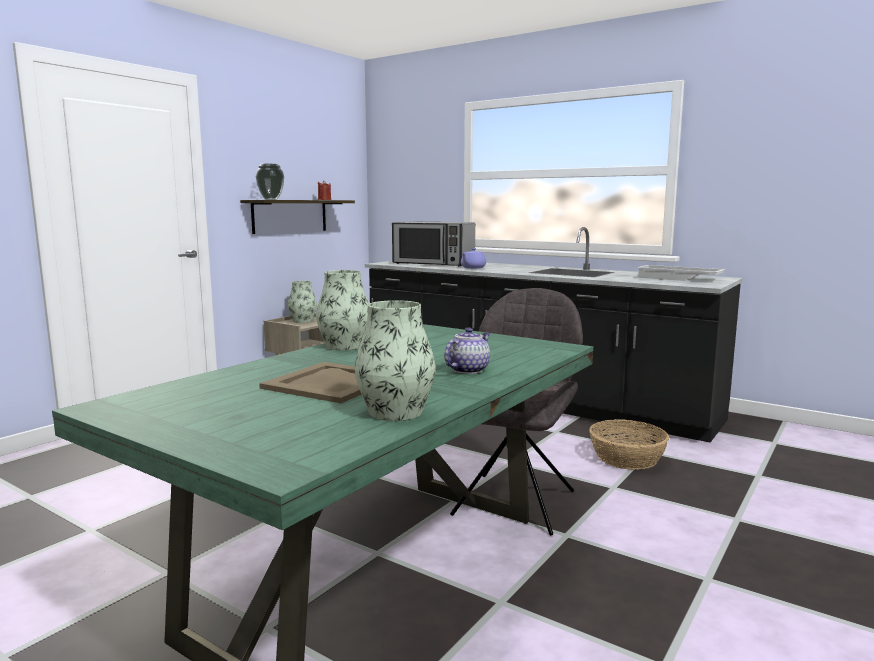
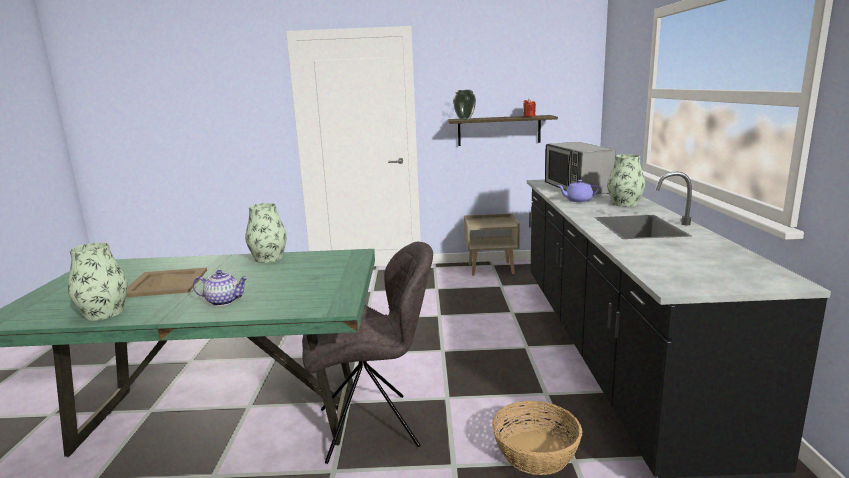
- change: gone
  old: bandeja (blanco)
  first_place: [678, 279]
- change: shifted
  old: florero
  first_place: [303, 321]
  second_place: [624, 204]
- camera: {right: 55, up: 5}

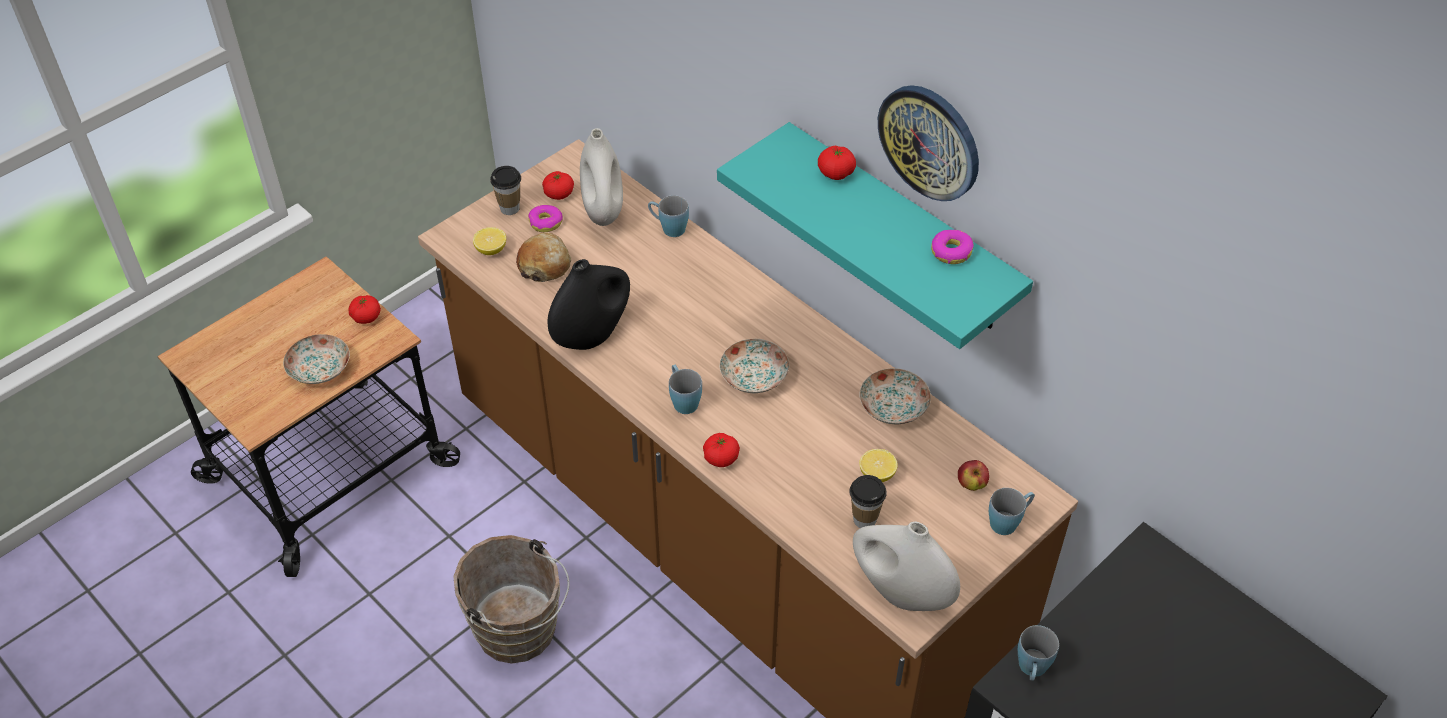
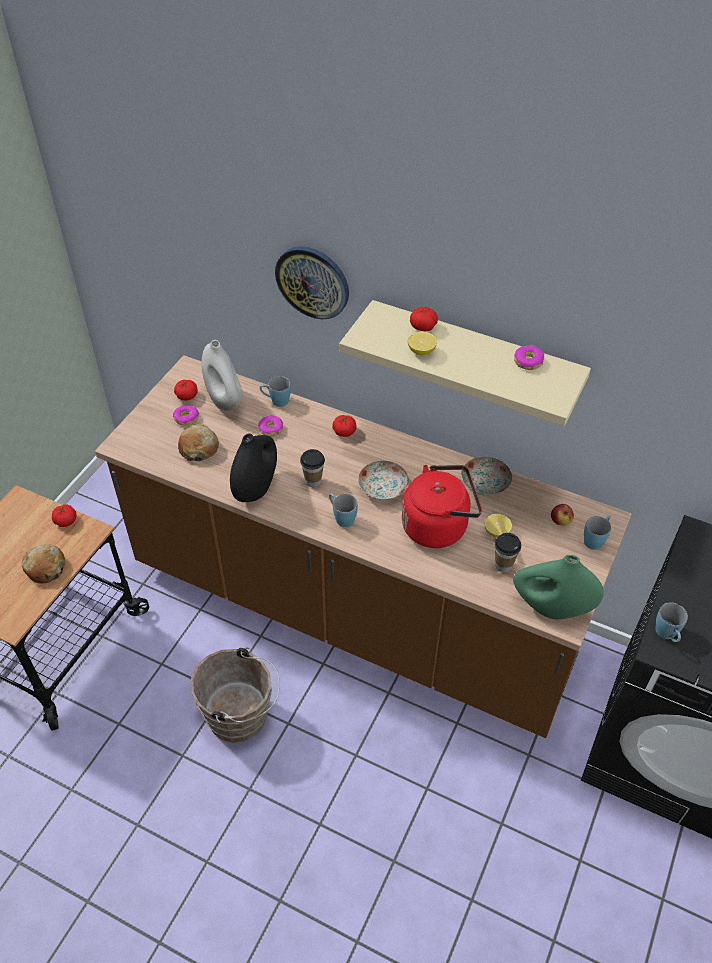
- change: new
  new: rosquilla
  second_place: [271, 429]
- change: new
  new: hervidor (rojo)
  second_place: [438, 526]
- change: shifted
  old: limón
  first_place: [491, 250]
  second_place: [421, 351]
- change: shifted
  old: taza
  first_place: [510, 208]
  second_place: [313, 481]
- change: shifted
  old: tomate
  first_place: [721, 458]
  second_place: [344, 432]
- change: shifted
  old: reloj de pared
  first_place: [930, 142]
  second_place: [313, 282]
- change: swapped
  old: plato
  new: pan
  first_place: [320, 368]
  second_place: [45, 568]
- change: repainted
  old: estante (turquesa)
  new: estante (beis)
  first_place: [901, 230]
  second_place: [474, 358]
- change: repainted
  old: florero (blanco)
  new: florero (verde)
  first_place: [900, 593]
  second_place: [551, 608]
- camera: {right: -20, up: 0}

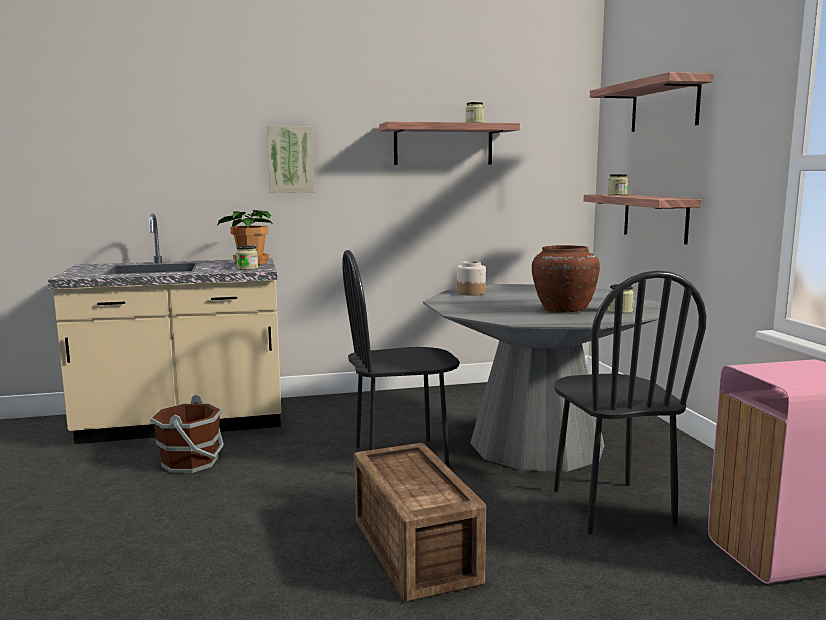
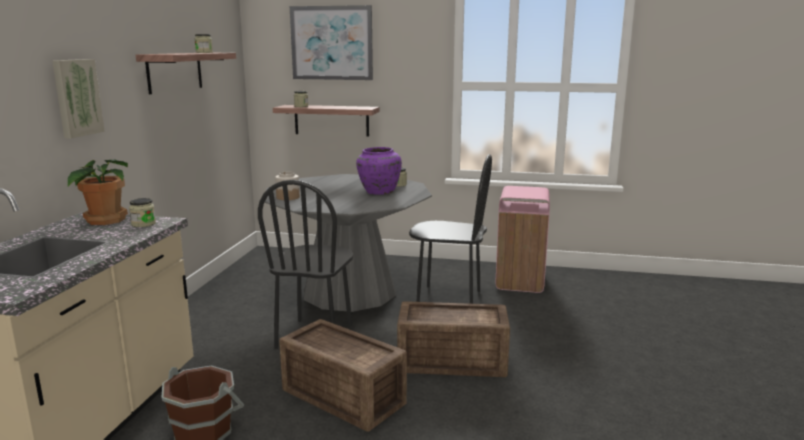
- change: new
  new: caja de embalaje
  second_place: [343, 395]
- change: swapped
  old: estante
  new: cuadro
  first_place: [664, 106]
  second_place: [331, 43]
- change: repainted
  old: florero (marrón)
  new: florero (morado)
  first_place: [563, 310]
  second_place: [378, 192]
- camera: {right: -65, up: 5}

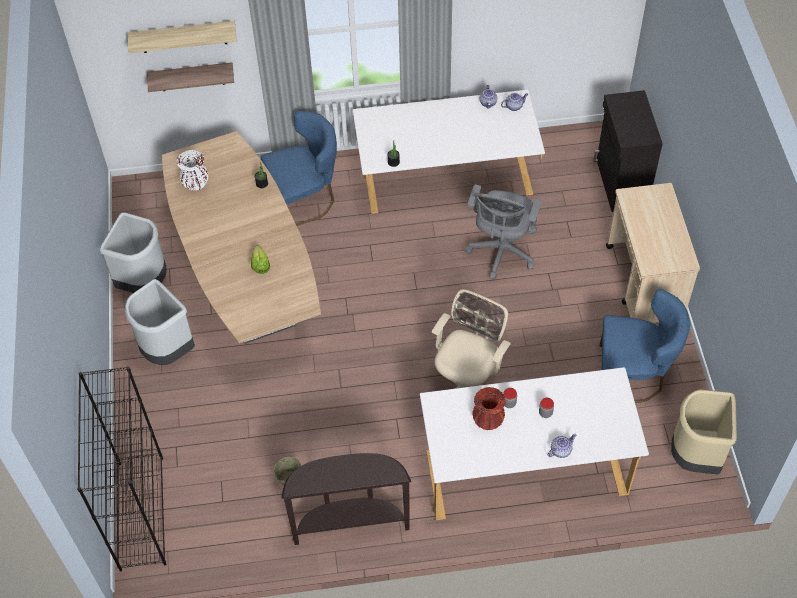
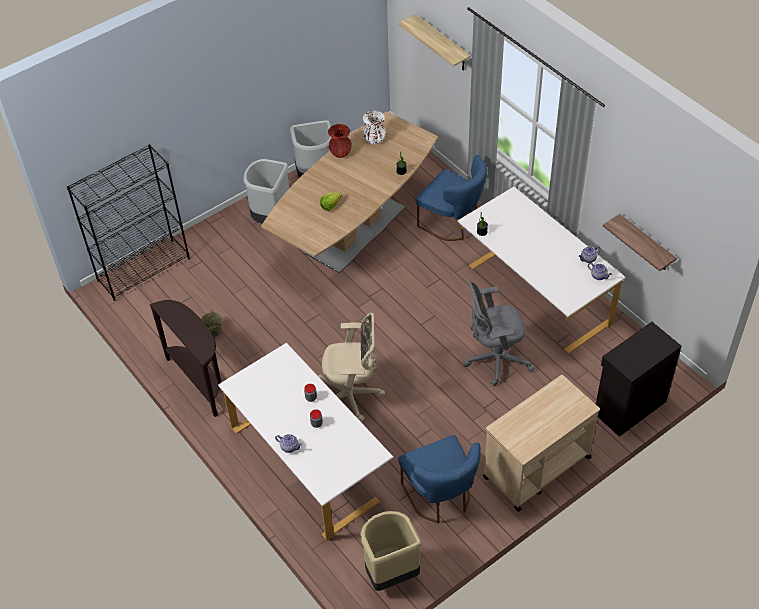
- change: shifted
  old: estante
  first_place: [192, 77]
  second_place: [645, 244]
- change: shifted
  old: florero (rojo)
  first_place: [488, 421]
  second_place: [340, 153]
- camera: {right: 60, up: -5}

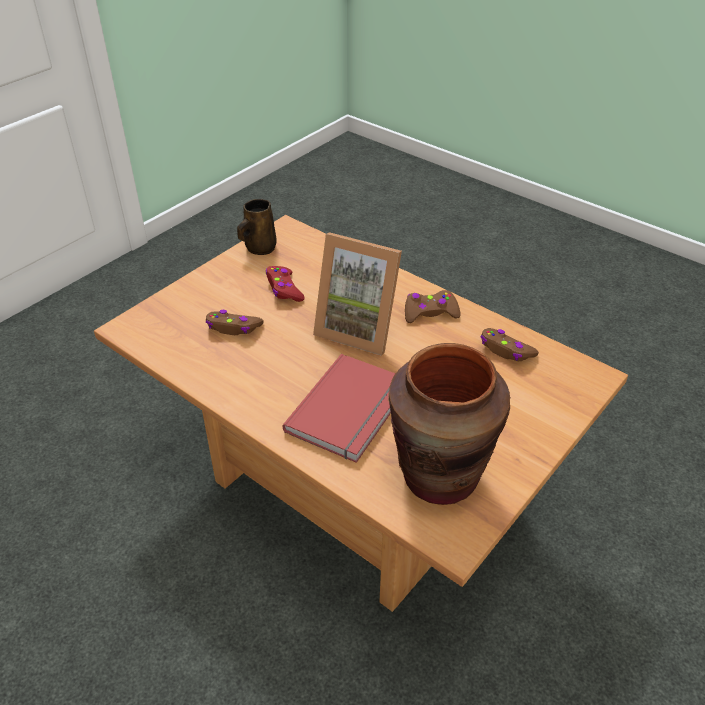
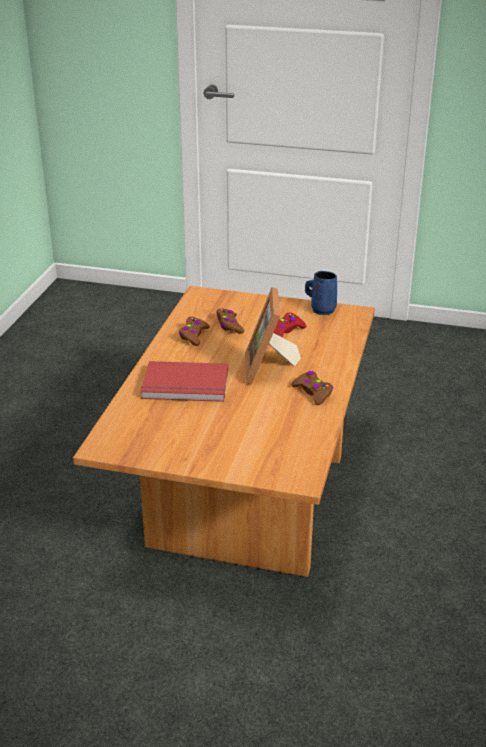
- change: gone
  old: florero (marrón)
  first_place: [439, 476]
- change: shifted
  old: mando de consola (marrón)
  first_place: [506, 350]
  second_place: [193, 335]
- change: repainted
  old: taza grande (marrón)
  new: taza grande (azul)
  first_place: [259, 248]
  second_place: [321, 309]
- camera: {right: 65, up: -10}

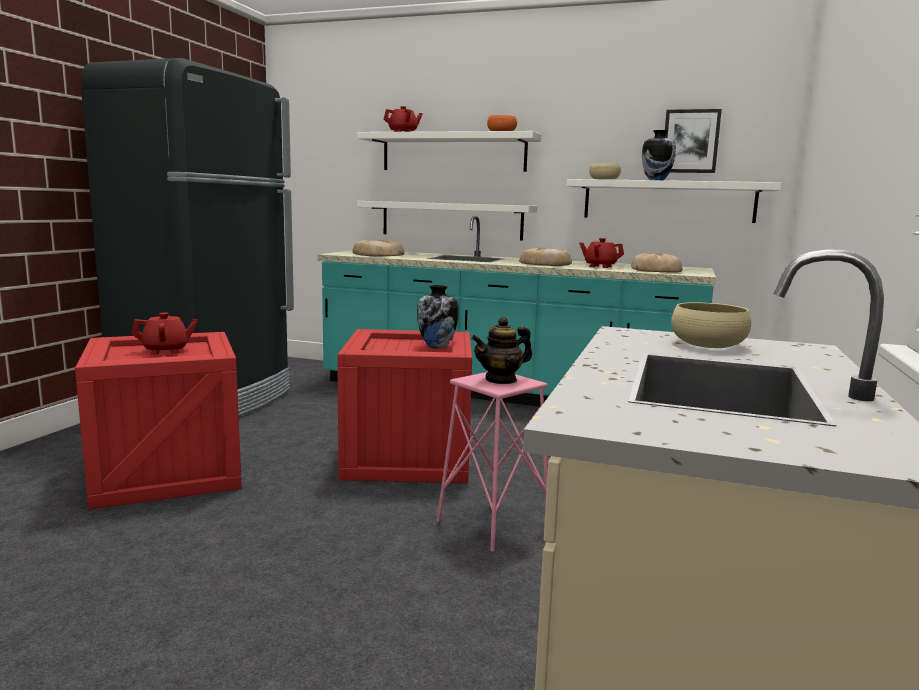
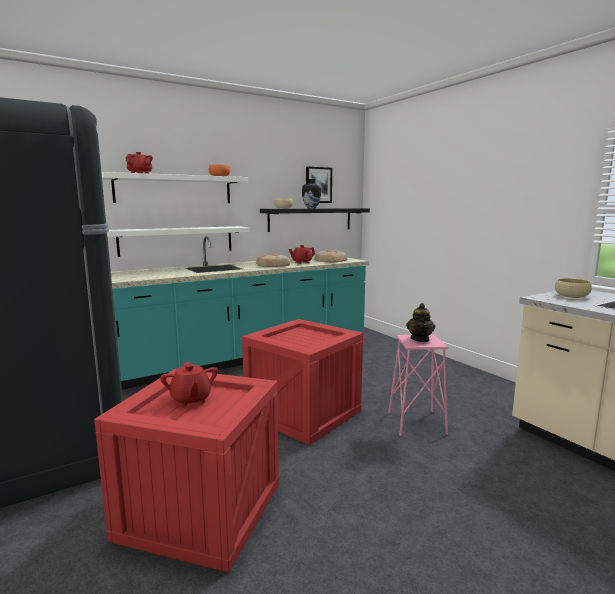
- change: gone
  old: pan
  first_place: [377, 254]
- change: gone
  old: florero
  first_place: [437, 346]
- change: repainted
  old: estante (blanco)
  new: estante (negro)
  first_place: [668, 201]
  second_place: [310, 219]
- change: rotated
  old: tetera (rojo)
  first_place: [166, 351]
  second_place: [191, 400]
  degrees: 135
- camera: {right: -50, up: 0}

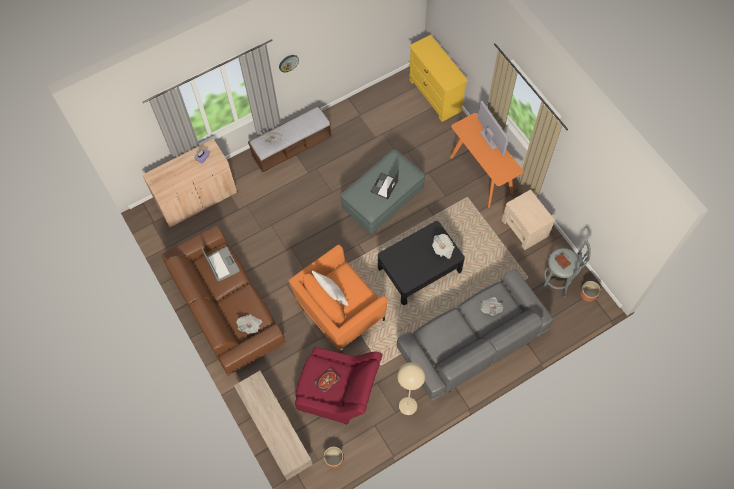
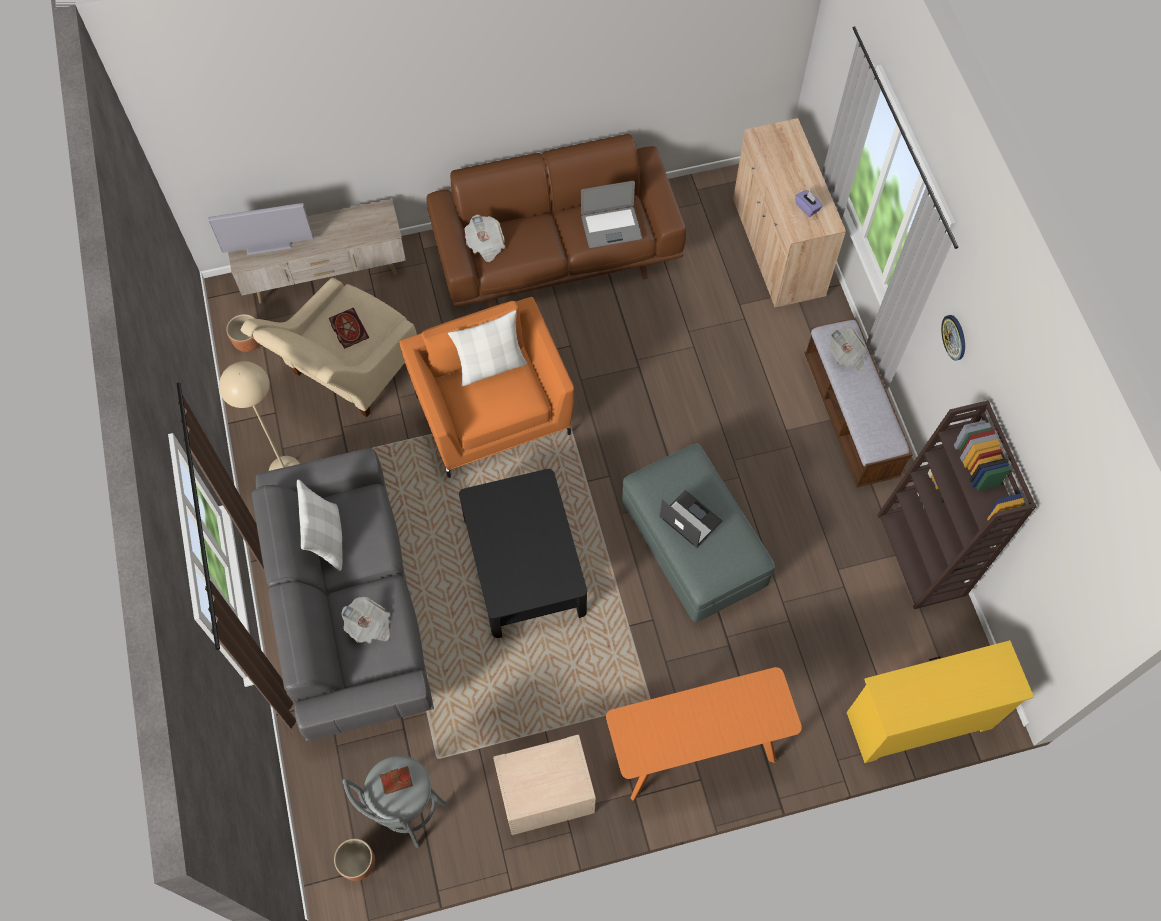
- change: gone
  old: periódico
  first_place: [443, 249]
- change: new
  new: cojín (blanco)
  second_place: [327, 538]
- change: new
  new: estantería (marrón)
  second_place: [922, 555]
- change: shifted
  old: televisor
  first_place: [489, 138]
  second_place: [268, 245]
- change: repainted
  old: sillón (rojo)
  new: sillón (beis)
  first_place: [339, 394]
  second_place: [347, 374]
- camera: {right: 105, up: 0}

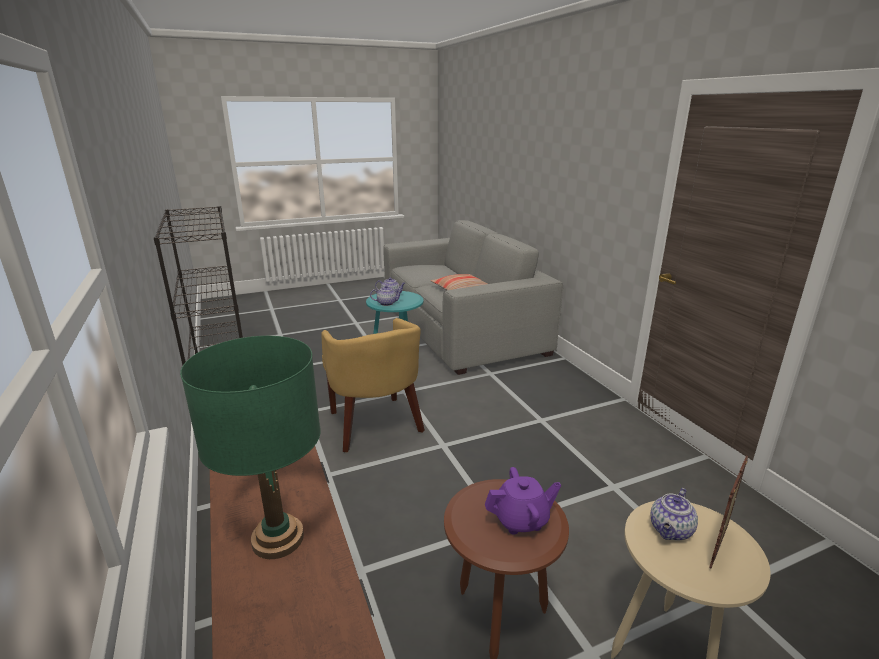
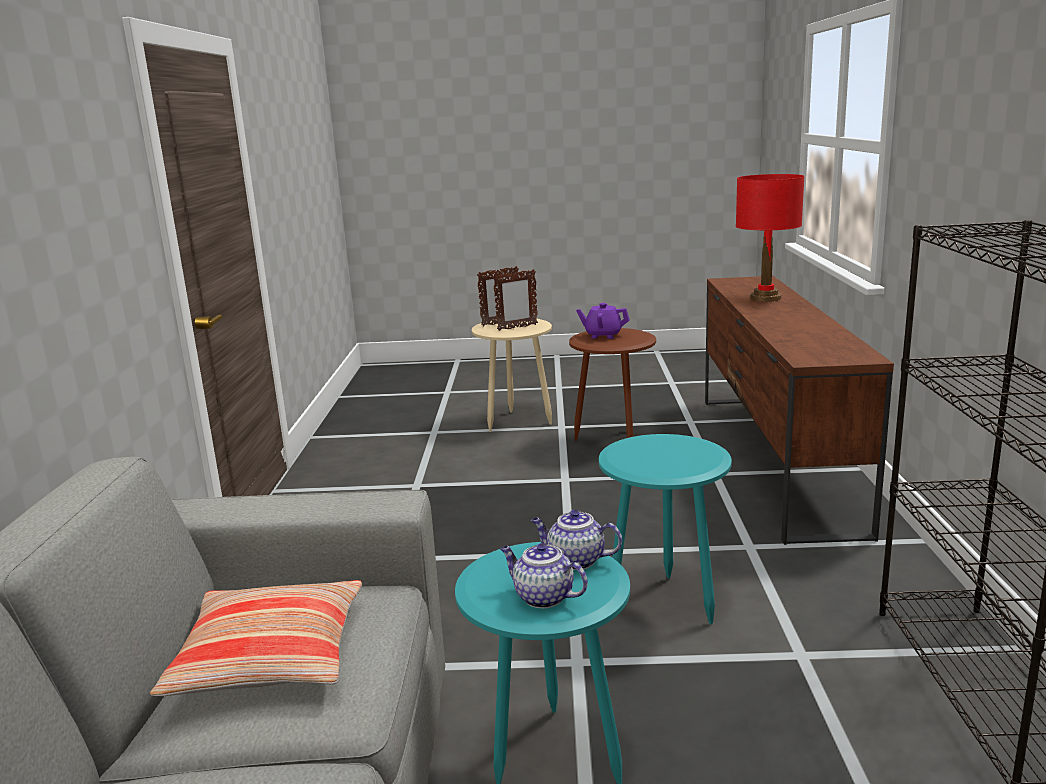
- change: swapped
  old: sillón (amarillo)
  new: mesa auxiliar (turquesa)
  first_place: [375, 425]
  second_place: [664, 601]
- change: swapped
  old: tetera
  new: portarretratos
  first_place: [671, 531]
  second_place: [517, 327]
- change: repainted
  old: lámpara de mesa (verde)
  new: lámpara de mesa (rojo)
  first_place: [277, 539]
  second_place: [765, 298]
- camera: {right: -155, up: -5}

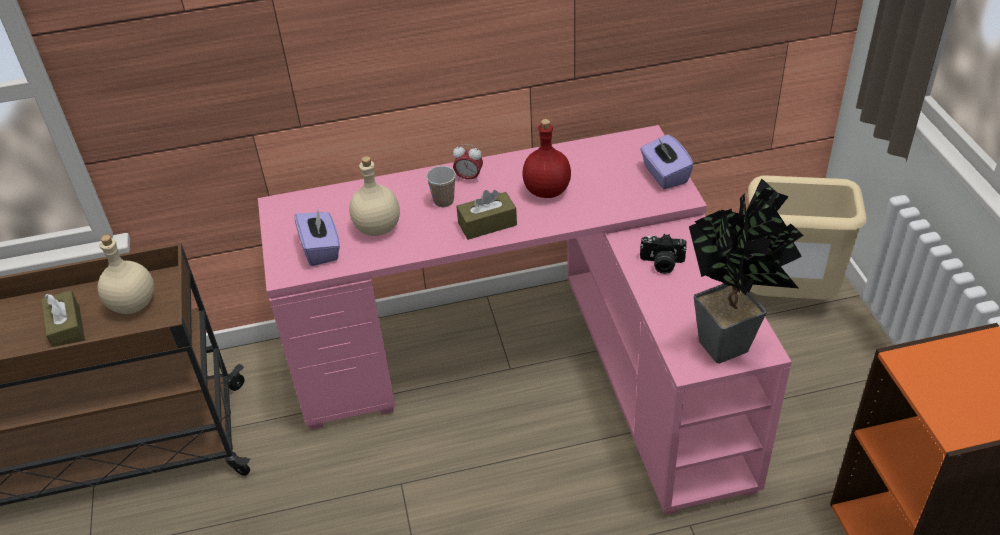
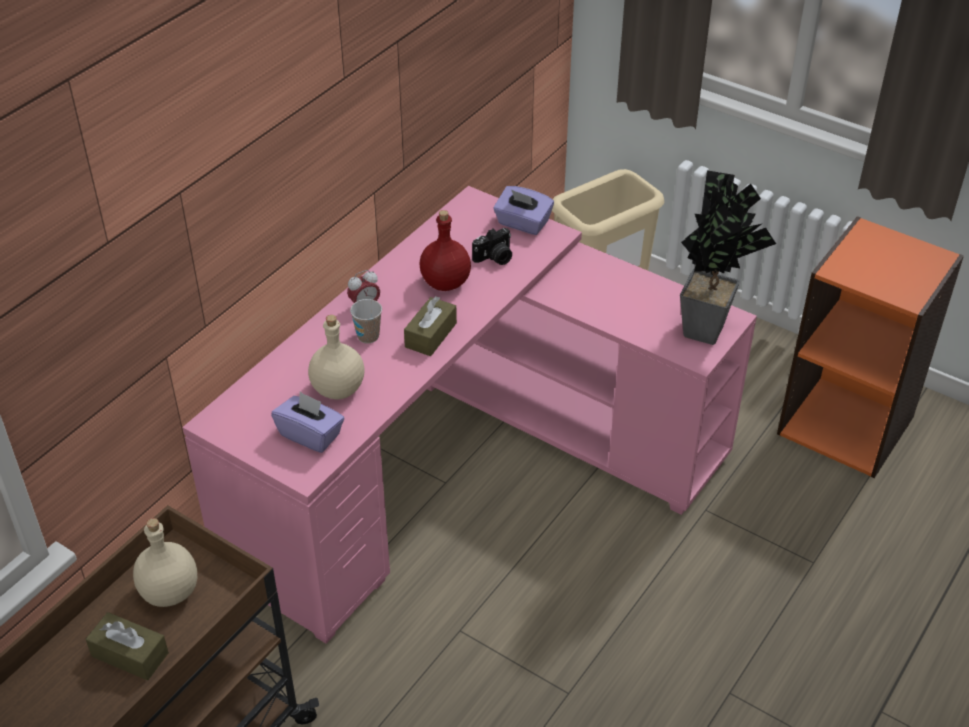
- change: shifted
  old: cámara
  first_place: [662, 264]
  second_place: [495, 258]
- camera: {right: -45, up: 0}

